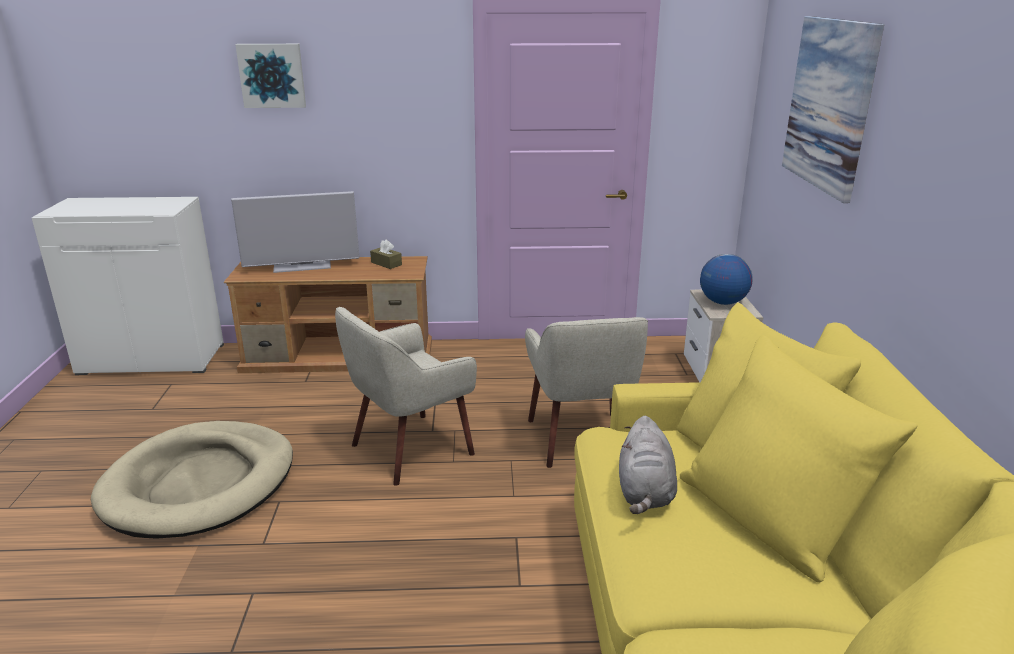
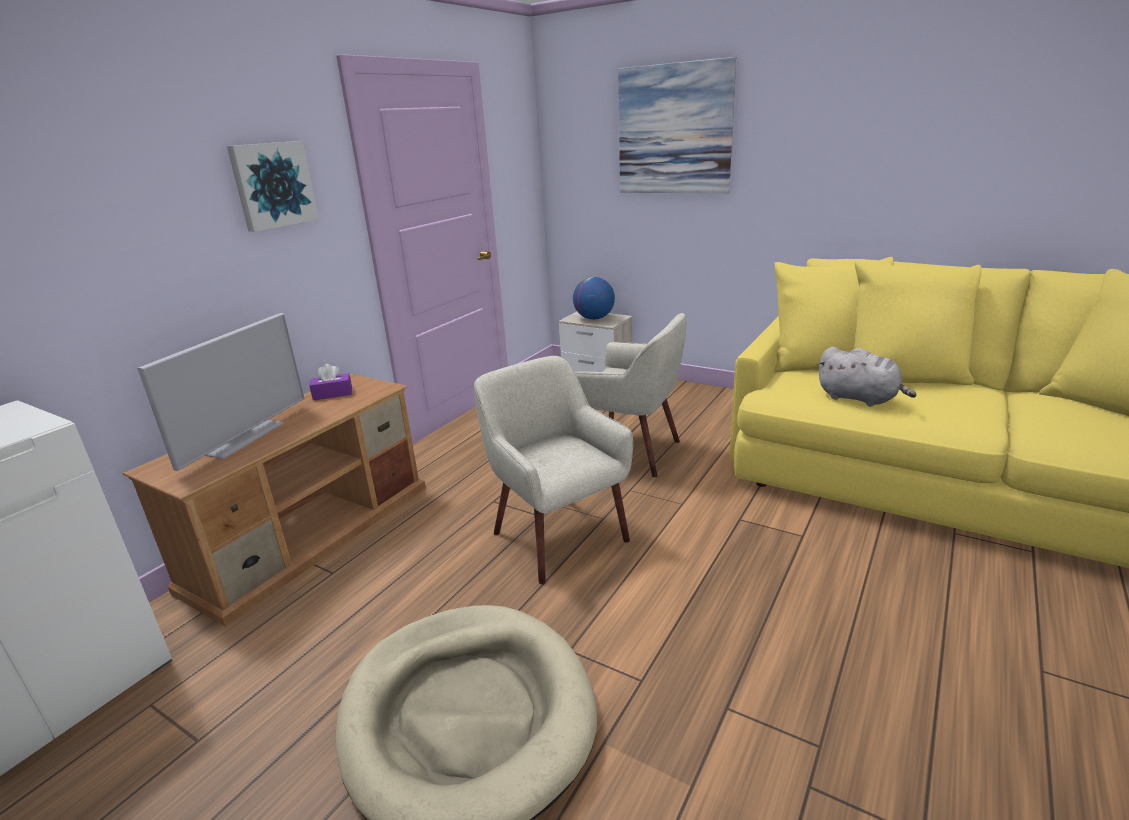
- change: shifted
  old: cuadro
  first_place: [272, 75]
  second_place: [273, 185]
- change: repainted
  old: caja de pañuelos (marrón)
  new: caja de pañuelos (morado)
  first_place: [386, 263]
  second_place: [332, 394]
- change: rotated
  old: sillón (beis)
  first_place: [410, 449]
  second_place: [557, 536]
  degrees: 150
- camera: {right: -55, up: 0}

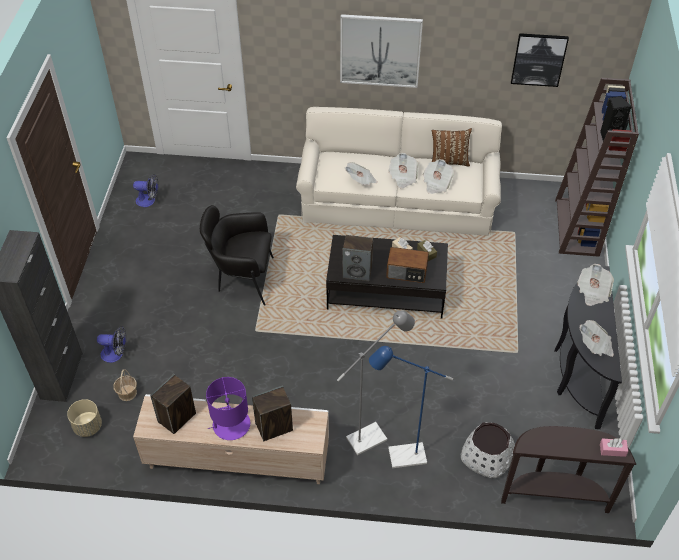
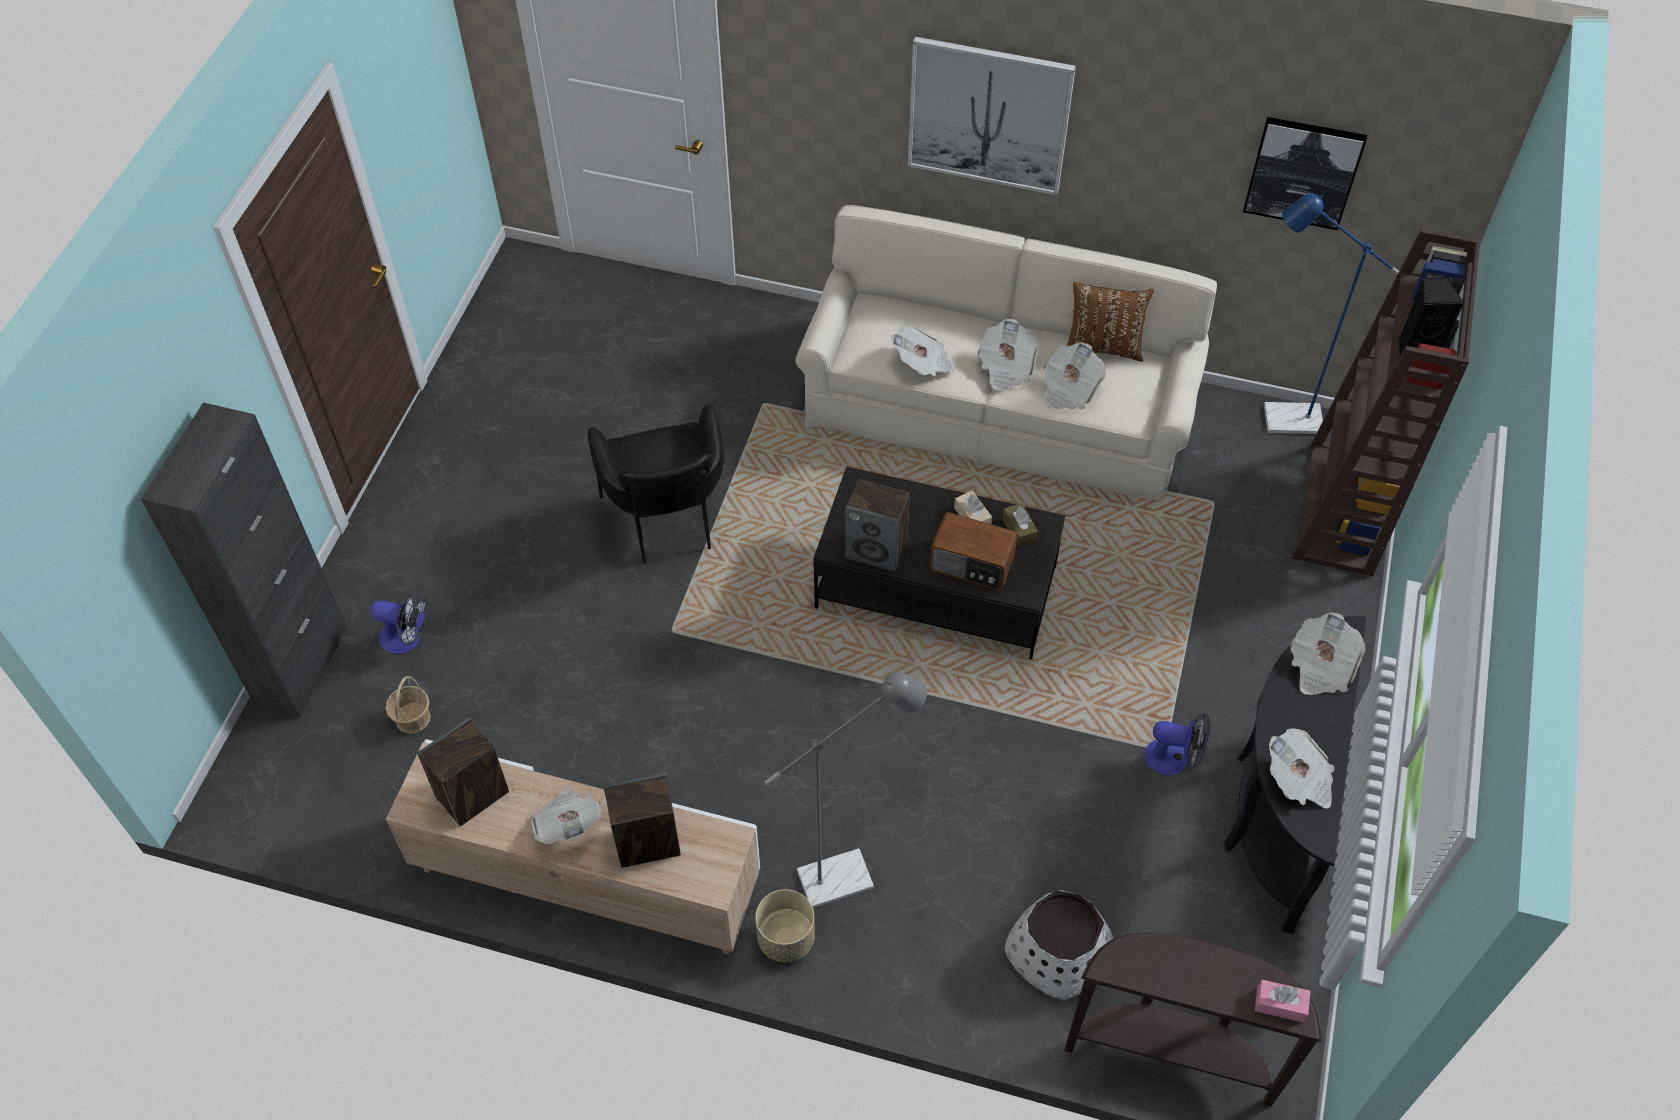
- change: shifted
  old: maceta (beis)
  first_place: [88, 426]
  second_place: [786, 938]
- change: shifted
  old: ventilador
  first_place: [149, 201]
  second_place: [1174, 758]
- change: shifted
  old: lámpara de pie (azul)
  first_place: [400, 457]
  second_place: [1281, 419]
- change: swapped
  old: lámpara de mesa (morado)
  new: periódico
  first_place: [230, 424]
  second_place: [568, 824]
- change: rotated
  old: sillón (negro)
  first_place: [242, 279]
  second_place: [669, 524]
  degrees: -120
- camera: {right: 10, up: 5}

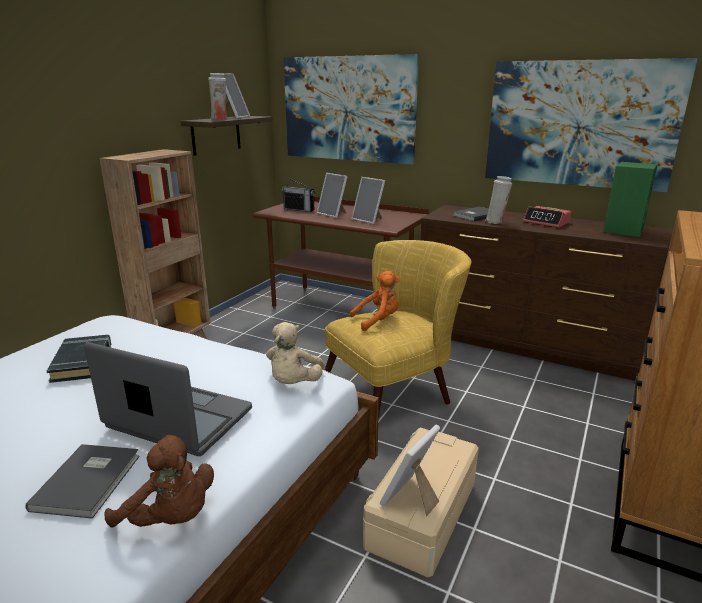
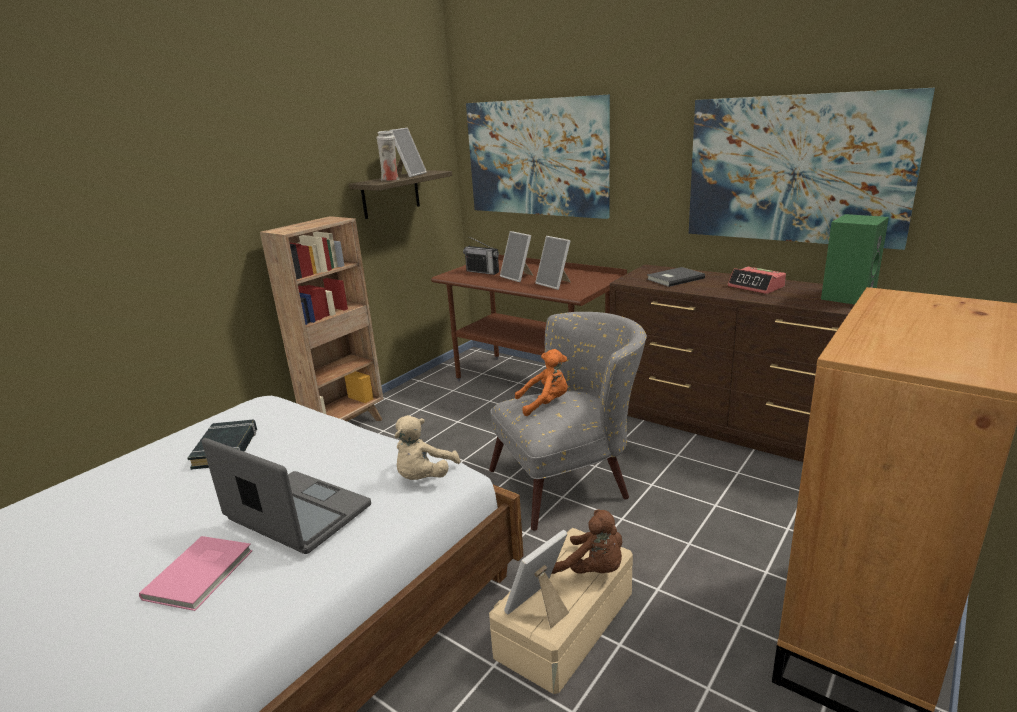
- change: gone
  old: florero (blanco)
  first_place: [496, 222]
- change: shifted
  old: peluche (marrón)
  first_place: [170, 519]
  second_place: [592, 570]
- change: repainted
  old: libro (gris)
  new: libro (rosa)
  first_place: [90, 481]
  second_place: [202, 573]
- change: repainted
  old: sillón (amarillo)
  new: sillón (gris)
  first_place: [396, 391]
  second_place: [571, 481]
- camera: {right: 10, up: 0}

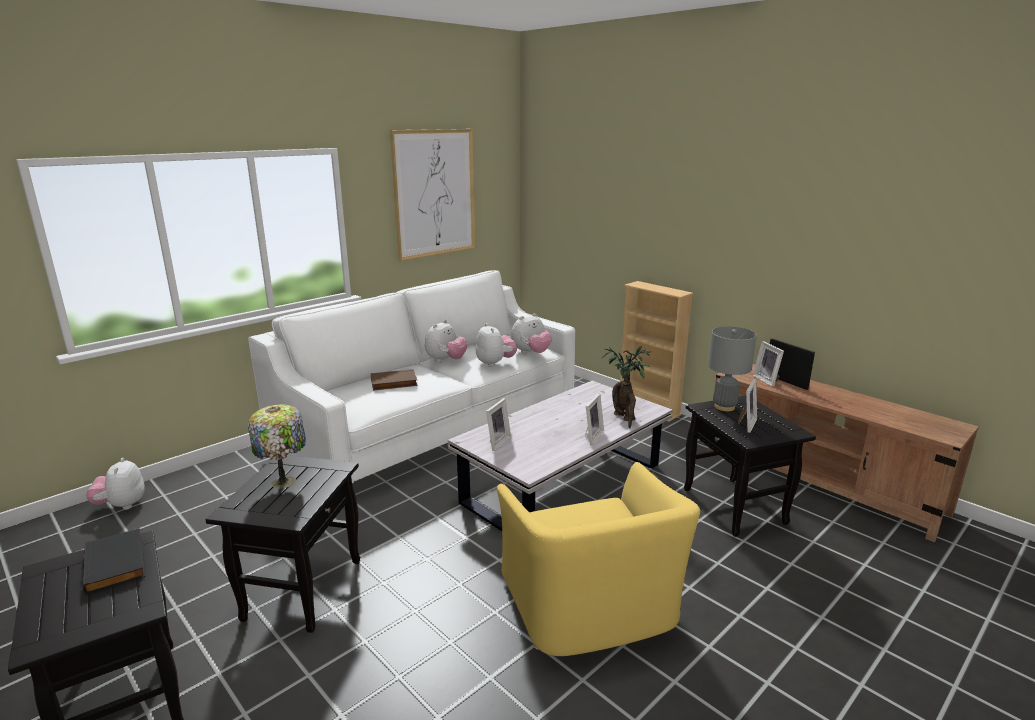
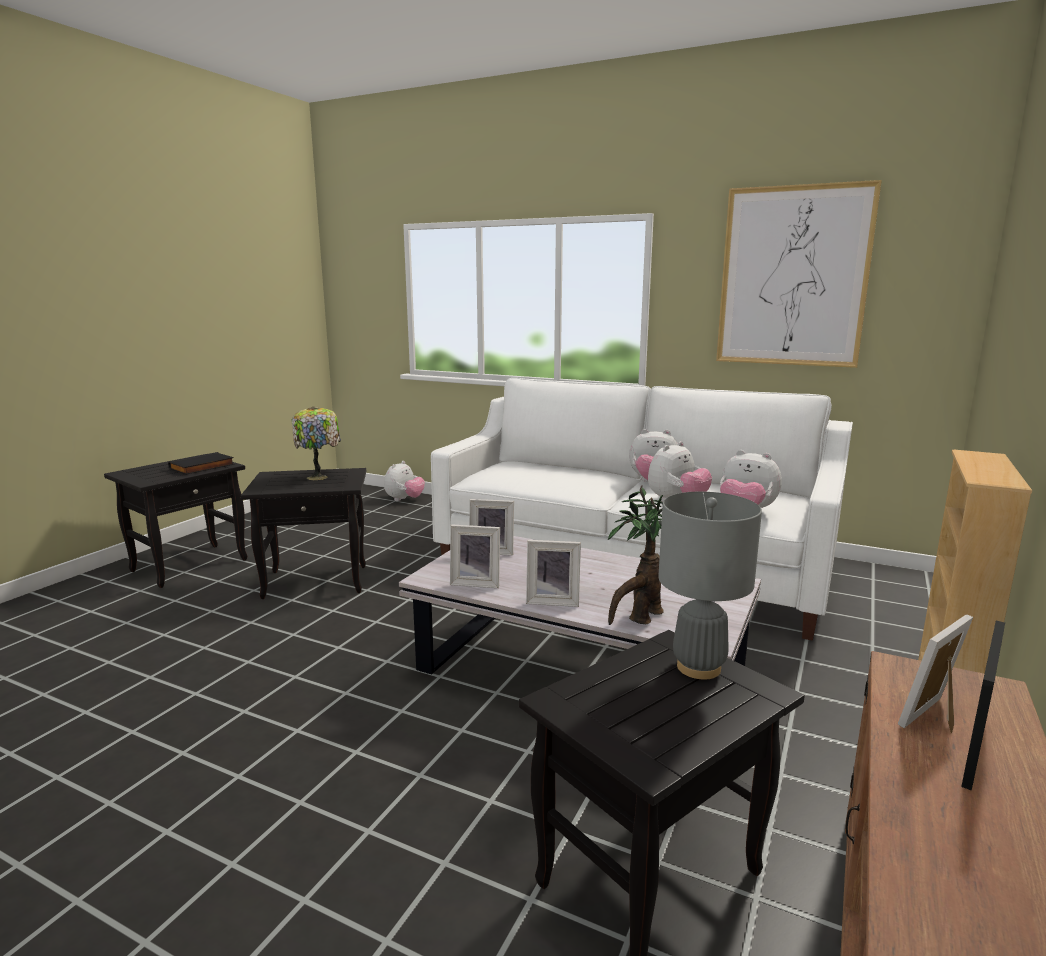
- change: gone
  old: libro (marrón)
  first_place: [393, 383]
- change: gone
  old: sillón (amarillo)
  first_place: [591, 607]
- change: shifted
  old: portarretratos
  first_place: [745, 424]
  second_place: [476, 582]
- change: rotated
  old: peluche
  first_place: [121, 505]
  second_place: [404, 499]
  degrees: 150
- camera: {right: 70, up: -5}

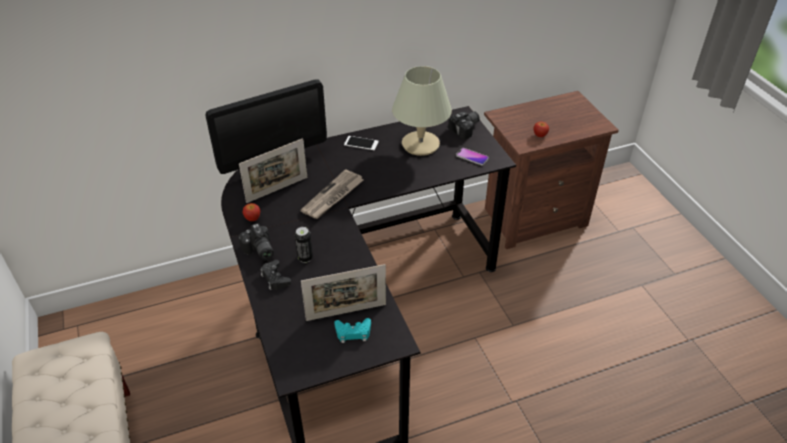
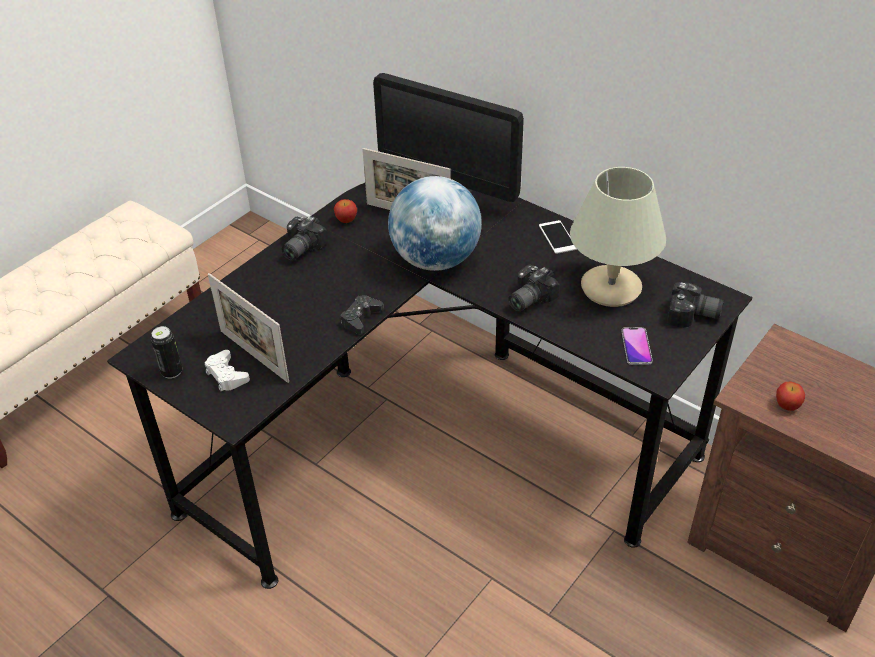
- change: new
  new: cámara
  second_place: [527, 298]
- change: shifted
  old: mando de consola (negro)
  first_place: [275, 278]
  second_place: [361, 318]
- change: shifted
  old: lata
  first_place: [305, 258]
  second_place: [172, 372]
- change: swapped
  old: periódico
  new: globo terráqueo
  first_place: [333, 196]
  second_place: [435, 260]
- change: repainted
  old: mando de consola (turquesa)
  new: mando de consola (blanco)
  first_place: [353, 332]
  second_place: [226, 375]
- camera: {right: 60, up: 0}

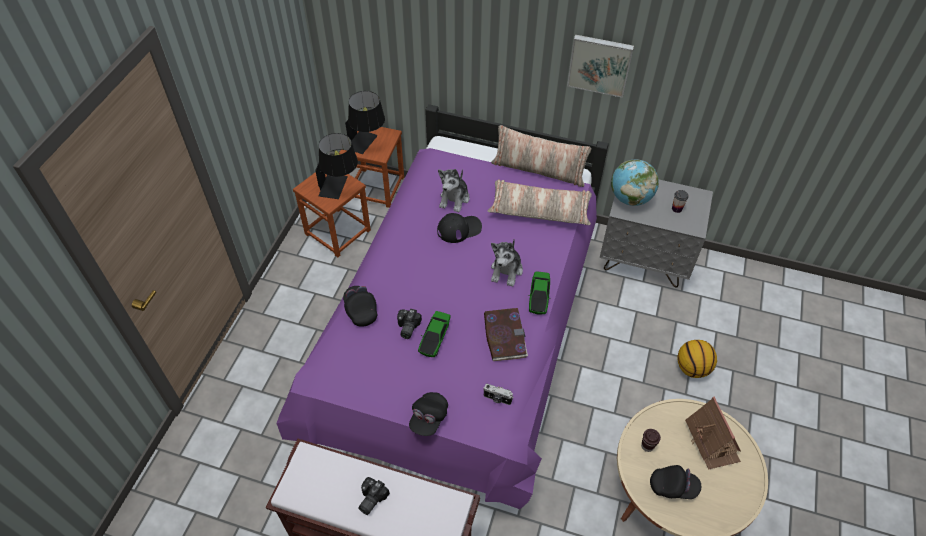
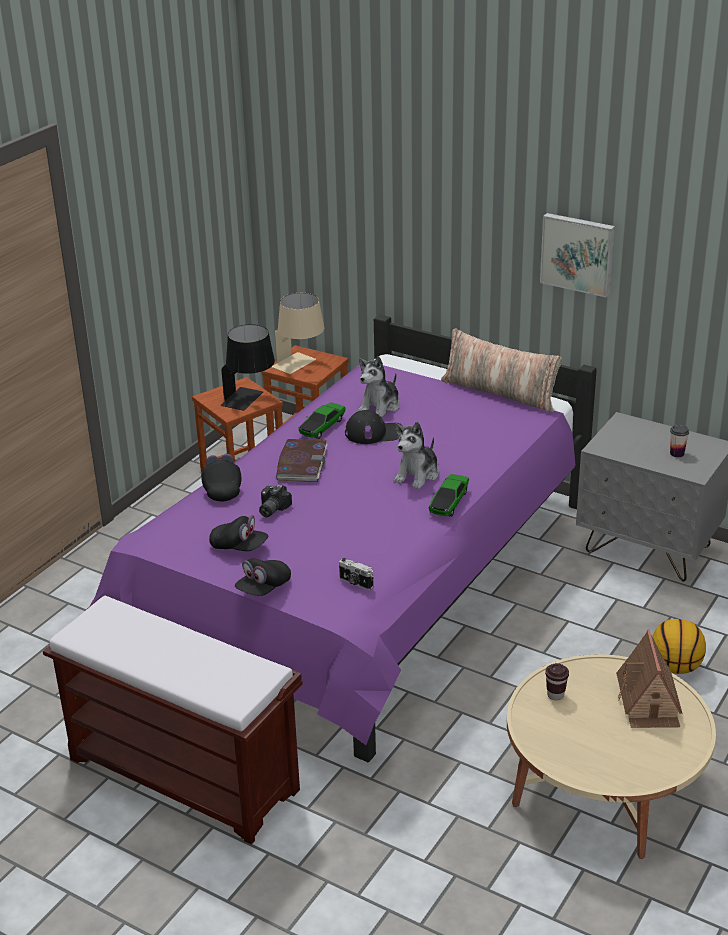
- change: gone
  old: cámara
  first_place: [370, 499]
- change: gone
  old: cojín
  first_place: [540, 209]
- change: gone
  old: globo terráqueo
  first_place: [630, 198]
- change: shifted
  old: coche de juguete
  first_place: [434, 338]
  second_place: [322, 427]
- change: shifted
  old: libro
  first_place: [504, 336]
  second_place: [301, 463]
- change: shifted
  old: gorra (negro)
  first_place: [673, 487]
  second_place: [239, 547]
- change: repainted
  old: lámpara de mesa (negro)
  new: lámpara de mesa (beis)
  first_place: [367, 143]
  second_place: [300, 365]
- camera: {right: 15, up: -20}

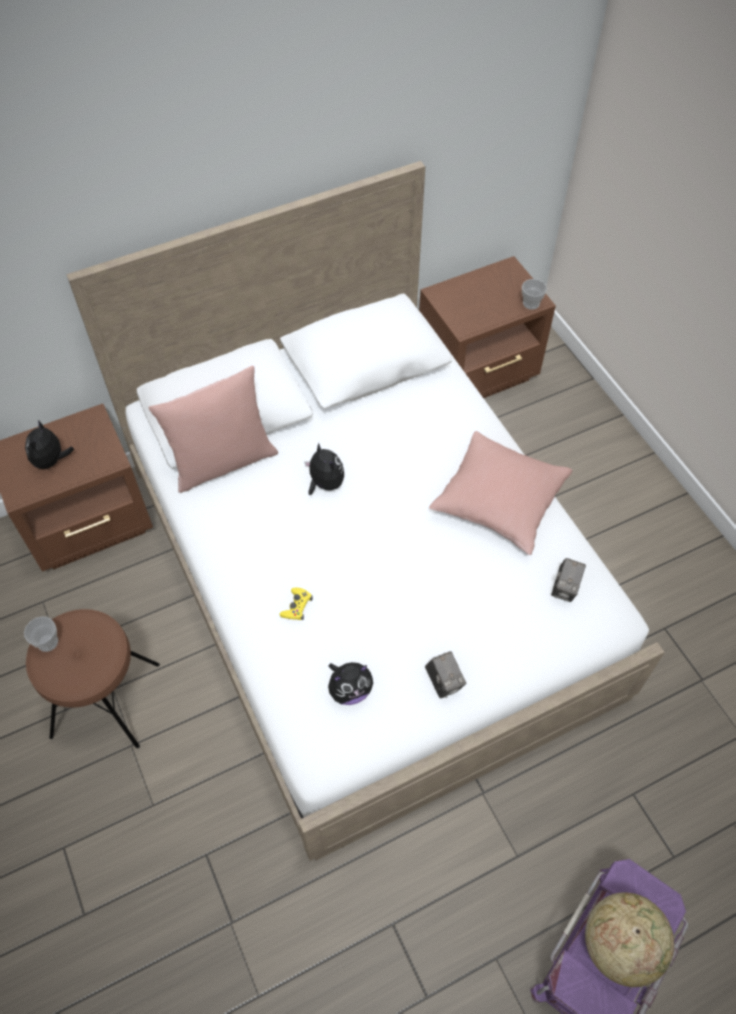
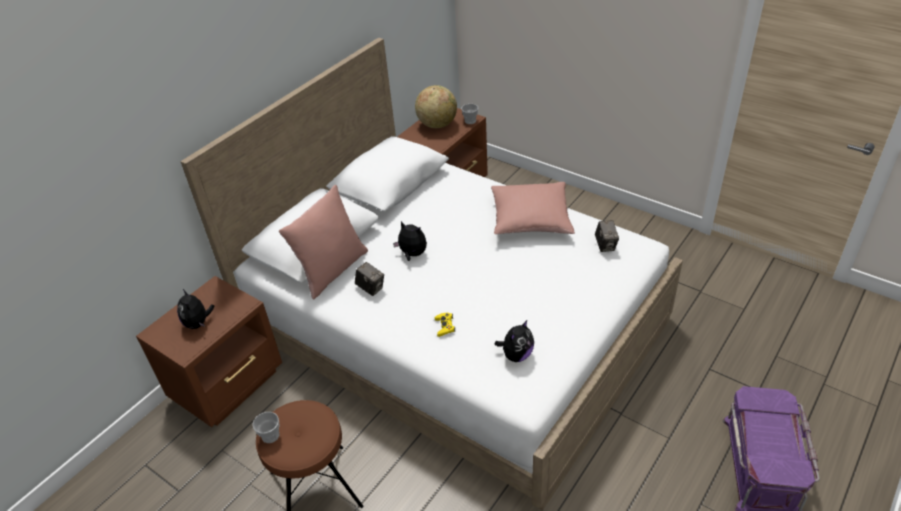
- change: shifted
  old: cámara
  first_place: [444, 682]
  second_place: [371, 288]
- change: shifted
  old: globo terráqueo
  first_place: [619, 944]
  second_place: [437, 124]
- camera: {right: -25, up: -15}

